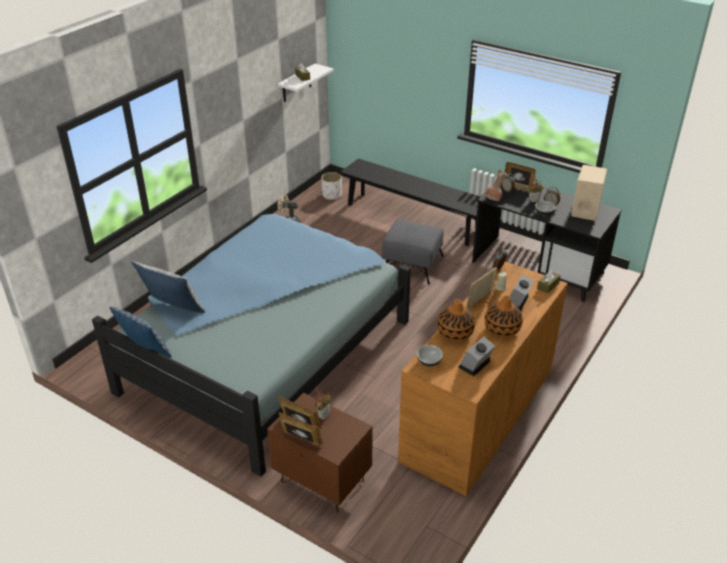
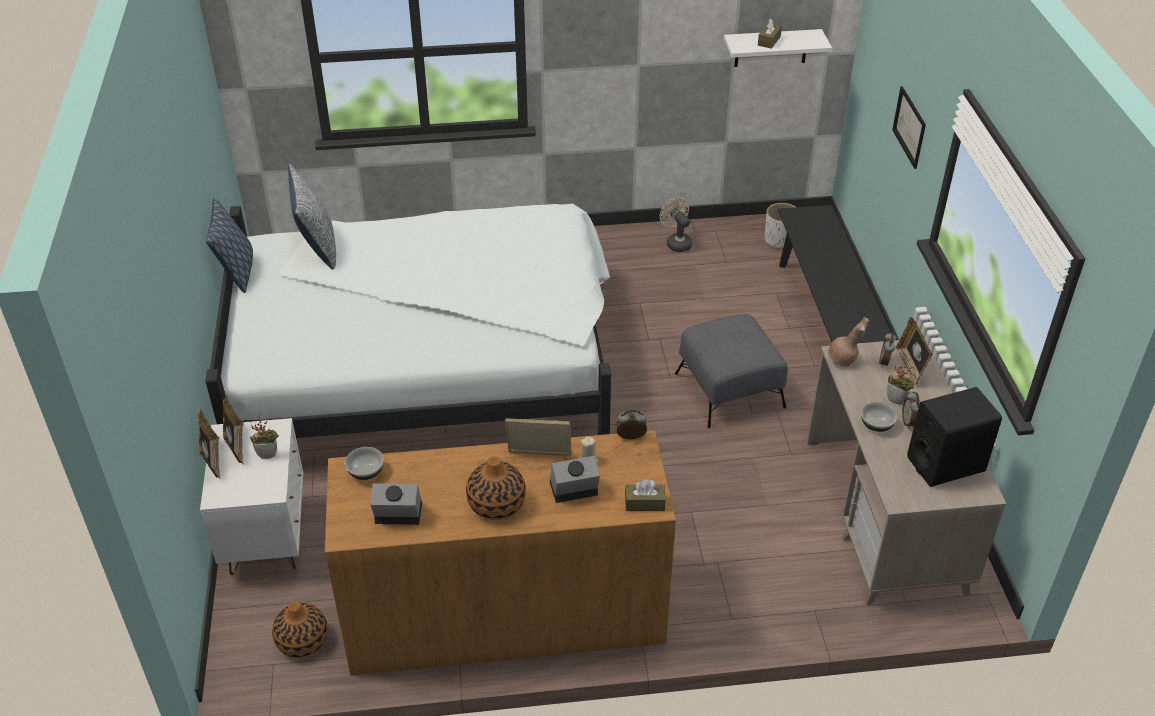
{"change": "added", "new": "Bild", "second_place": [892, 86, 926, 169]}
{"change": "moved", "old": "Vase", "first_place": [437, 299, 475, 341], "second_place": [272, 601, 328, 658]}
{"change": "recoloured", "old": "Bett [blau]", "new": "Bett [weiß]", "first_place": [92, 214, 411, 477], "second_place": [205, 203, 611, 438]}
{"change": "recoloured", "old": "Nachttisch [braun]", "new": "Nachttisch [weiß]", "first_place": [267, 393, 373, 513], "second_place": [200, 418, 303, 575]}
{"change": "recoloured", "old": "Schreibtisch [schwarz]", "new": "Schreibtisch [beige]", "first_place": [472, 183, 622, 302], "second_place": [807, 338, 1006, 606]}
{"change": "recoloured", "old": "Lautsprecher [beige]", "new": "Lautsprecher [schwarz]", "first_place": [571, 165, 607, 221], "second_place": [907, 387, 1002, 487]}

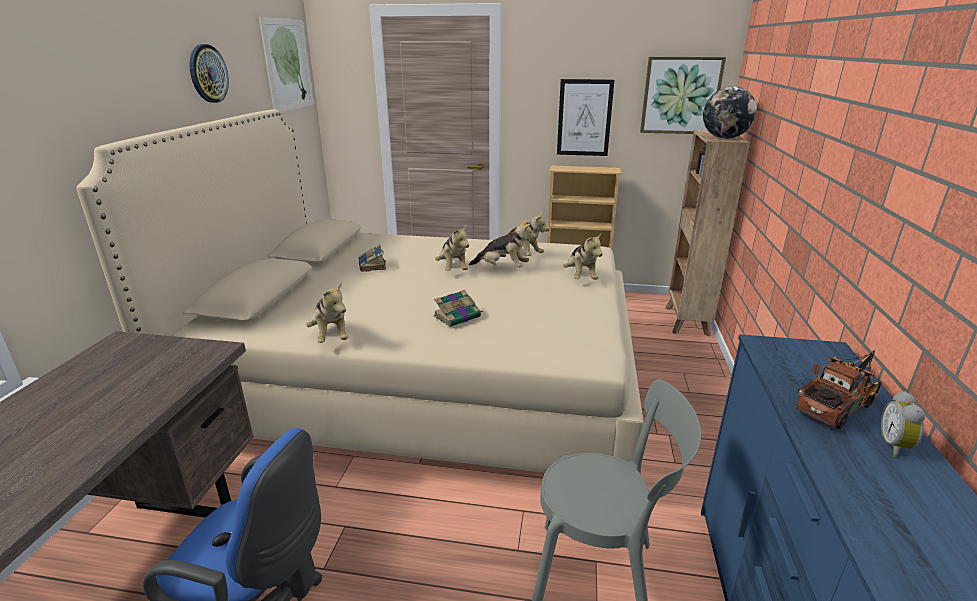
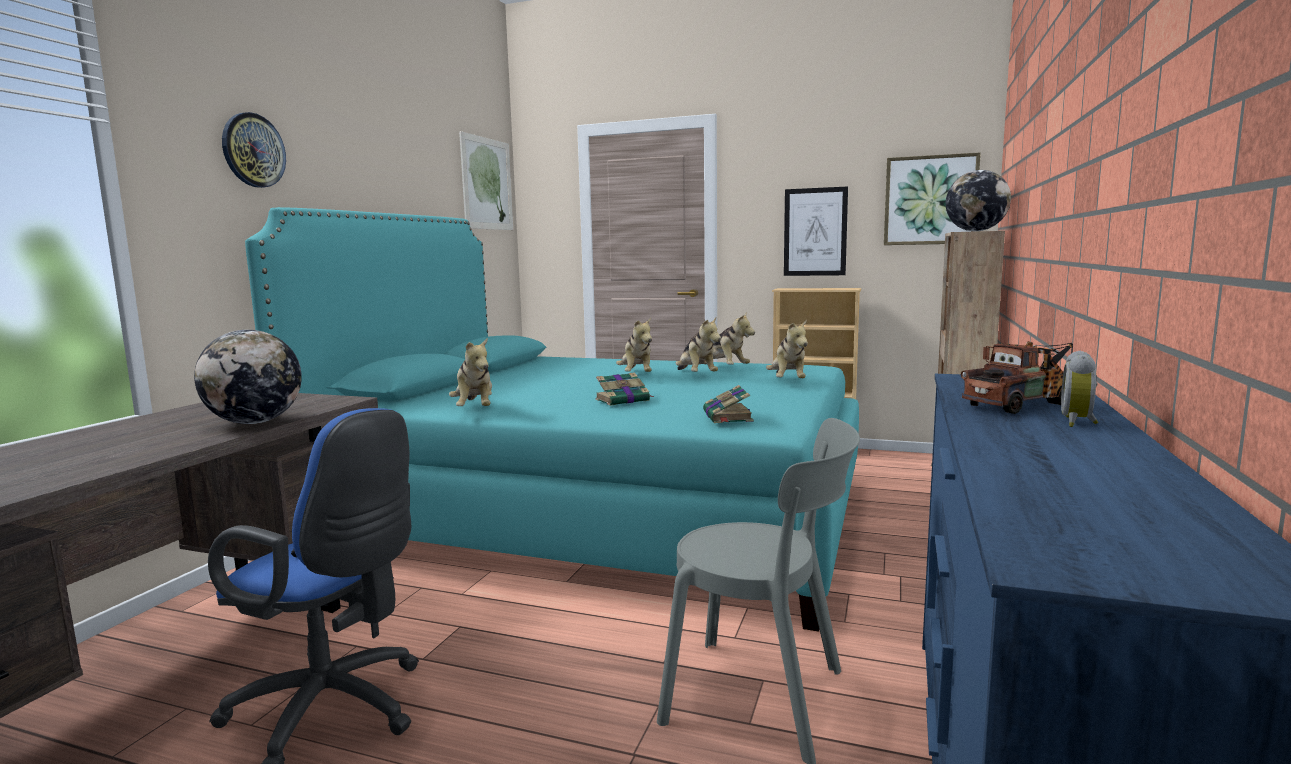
{"change": "added", "new": "Globus", "second_place": [194, 330, 302, 424]}
{"change": "moved", "old": "Wanduhr", "first_place": [190, 44, 229, 103], "second_place": [222, 112, 286, 188]}
{"change": "moved", "old": "Buch", "first_place": [359, 244, 386, 272], "second_place": [703, 385, 754, 423]}
{"change": "recoloured", "old": "Bett [beige]", "new": "Bett [türkis]", "first_place": [76, 110, 644, 472], "second_place": [245, 207, 859, 631]}
{"change": "turned", "old": "Plüschtier", "first_place": [469, 219, 536, 267], "second_place": [676, 317, 721, 372], "degrees": 45}

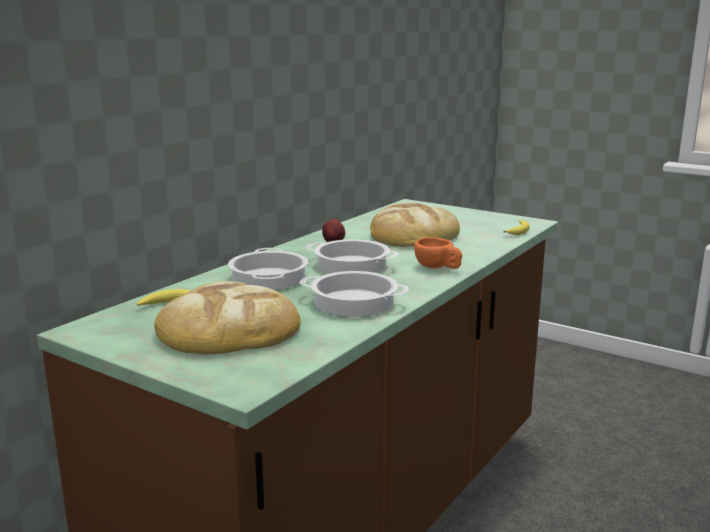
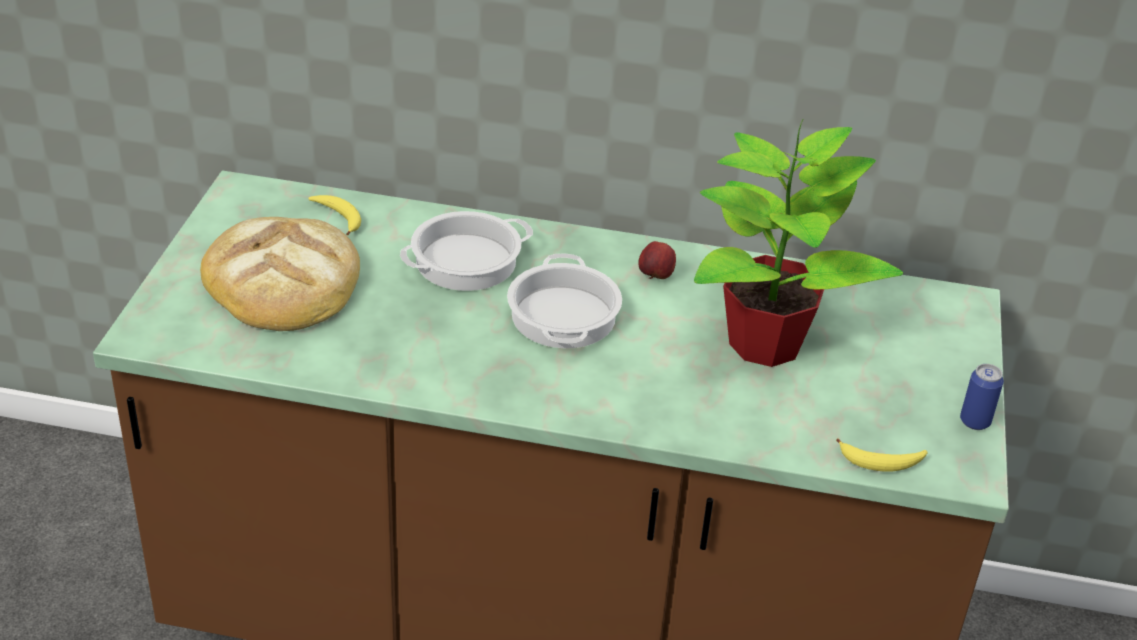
{"change": "removed", "old": "Kochtopf", "first_place": [299, 271, 409, 317]}
{"change": "removed", "old": "Tasse [orange]", "first_place": [414, 237, 462, 269]}
{"change": "added", "new": "Dose", "second_place": [960, 364, 1004, 430]}
{"change": "replaced", "old": "Brot", "new": "Topfpflanze", "first_place": [370, 202, 460, 247], "second_place": [694, 120, 903, 367]}

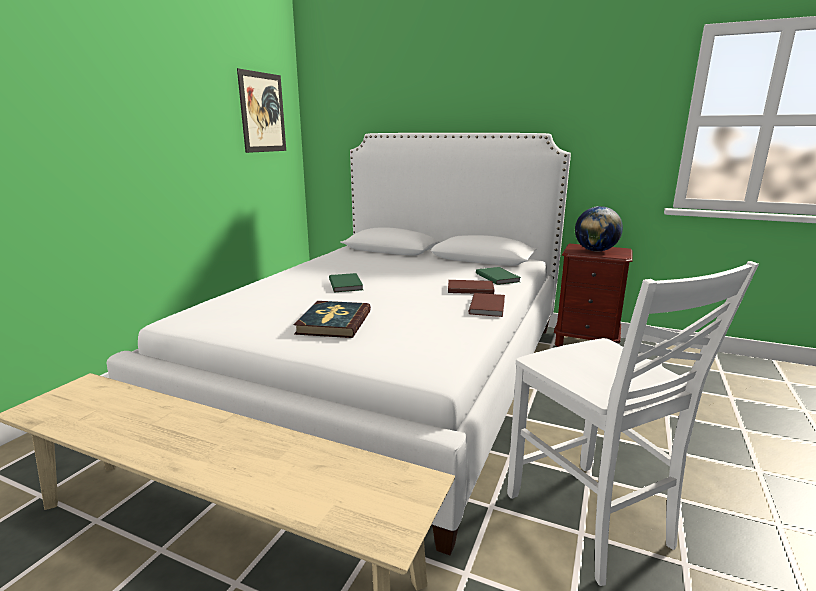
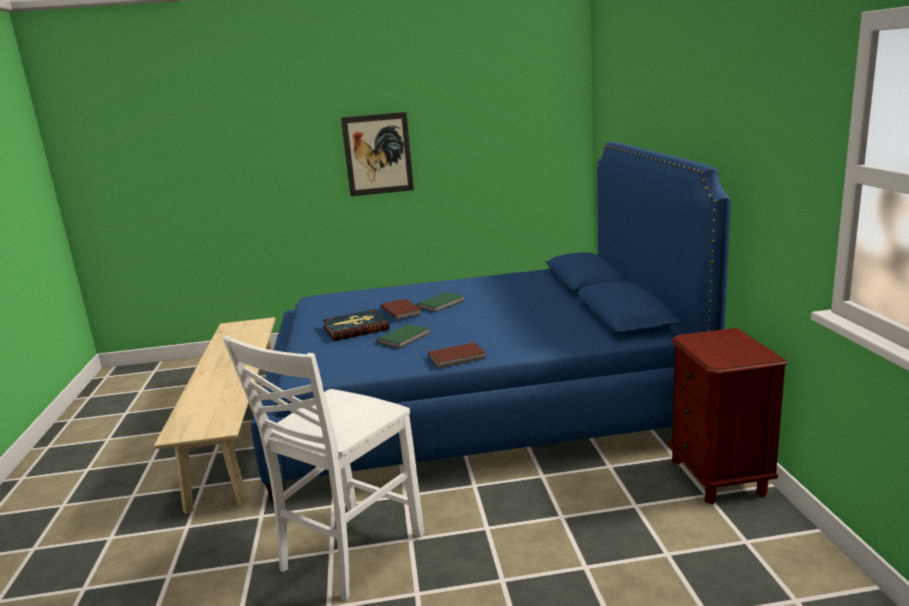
{"change": "removed", "old": "Globus", "first_place": [575, 206, 623, 252]}
{"change": "moved", "old": "Bild", "first_place": [237, 68, 286, 153], "second_place": [341, 112, 414, 196]}
{"change": "moved", "old": "Buch [braun]", "first_place": [448, 280, 494, 294], "second_place": [381, 299, 422, 319]}
{"change": "moved", "old": "Buch [grün]", "first_place": [476, 267, 521, 285], "second_place": [377, 324, 430, 349]}
{"change": "recoloured", "old": "Bett [weiß]", "new": "Bett [blau]", "first_place": [107, 133, 571, 555], "second_place": [251, 142, 731, 505]}

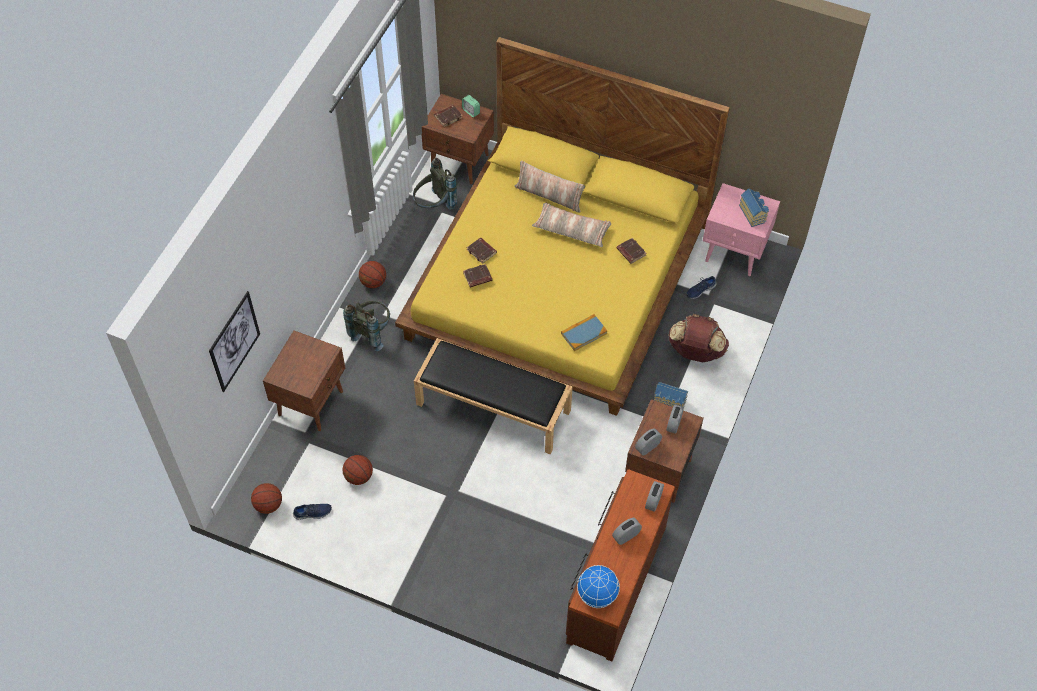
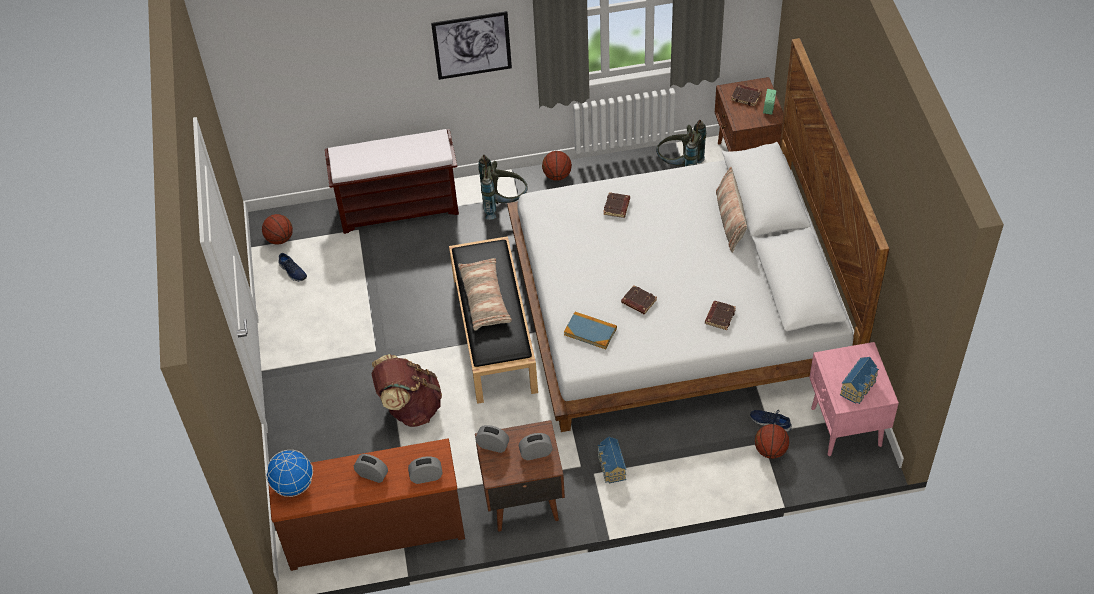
{"change": "moved", "old": "Bild", "first_place": [209, 291, 260, 392], "second_place": [431, 11, 512, 80]}
{"change": "moved", "old": "Basketball", "first_place": [342, 455, 373, 485], "second_place": [755, 424, 789, 459]}
{"change": "moved", "old": "Buch [braun]", "first_place": [463, 264, 492, 288], "second_place": [621, 285, 657, 314]}
{"change": "moved", "old": "Kissen", "first_place": [532, 202, 611, 247], "second_place": [458, 258, 512, 331]}
{"change": "moved", "old": "Rucksack [braun]", "first_place": [668, 314, 729, 362], "second_place": [372, 354, 442, 427]}
{"change": "replaced", "old": "Nachttisch [braun]", "new": "Bank [braun]", "first_place": [263, 330, 345, 431], "second_place": [325, 129, 459, 234]}
{"change": "recoloured", "old": "Bett [gelb]", "new": "Bett [weiß]", "first_place": [395, 37, 730, 416], "second_place": [507, 38, 890, 432]}

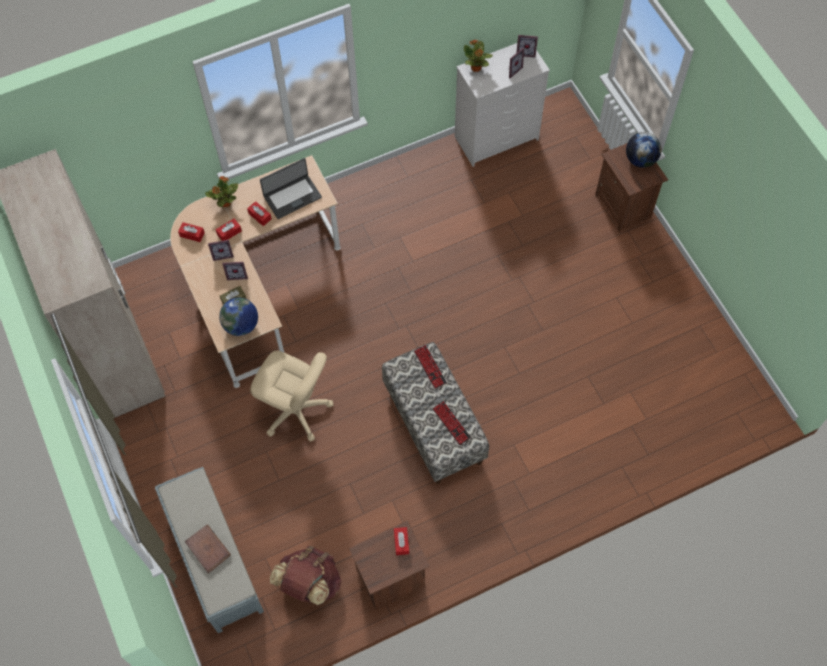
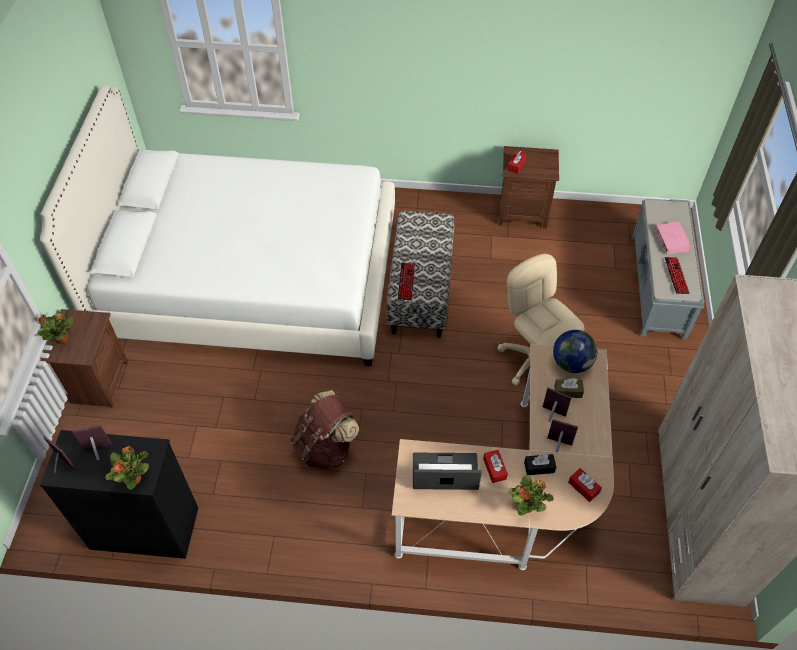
{"change": "added", "new": "Bett [weiß]", "second_place": [40, 85, 395, 366]}
{"change": "moved", "old": "Rucksack [braun]", "first_place": [270, 546, 341, 605], "second_place": [290, 390, 359, 470]}
{"change": "moved", "old": "Tastatur", "first_place": [432, 401, 471, 445], "second_place": [665, 257, 689, 294]}
{"change": "replaced", "old": "Globus", "new": "Topfpflanze", "first_place": [626, 132, 662, 168], "second_place": [37, 311, 74, 344]}
{"change": "recoloured", "old": "Buch [braun]", "new": "Buch [rosa]", "first_place": [184, 525, 231, 574], "second_place": [655, 222, 692, 254]}
{"change": "recoloured", "old": "Taschentuchbox [rot]", "new": "Taschentuchbox [schwarz]", "first_place": [216, 219, 242, 241], "second_place": [524, 454, 556, 475]}
{"change": "recoloured", "old": "Kommode [weiß]", "new": "Kommode [schwarz]", "first_place": [455, 43, 550, 167], "second_place": [40, 430, 198, 559]}

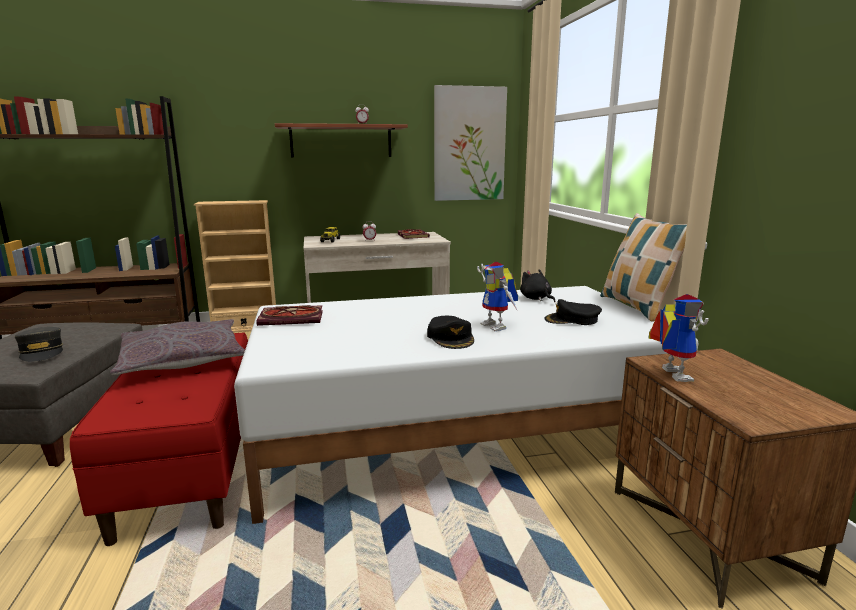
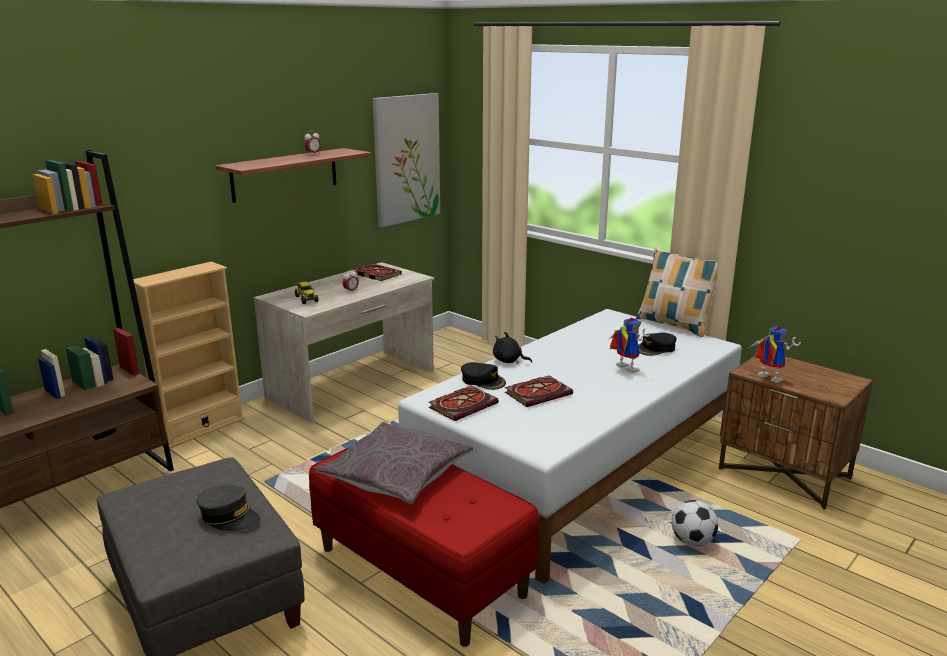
{"change": "added", "new": "Buch", "second_place": [505, 375, 573, 407]}
{"change": "added", "new": "Fußball", "second_place": [671, 500, 718, 546]}
{"change": "moved", "old": "Kappe [schwarz]", "first_place": [427, 316, 474, 349], "second_place": [461, 362, 506, 390]}
{"change": "moved", "old": "Plüschtier [schwarz]", "first_place": [520, 269, 555, 302], "second_place": [493, 332, 532, 364]}
{"change": "turned", "old": "Spielzeugroboter", "first_place": [477, 262, 518, 331], "second_place": [608, 318, 650, 373], "degrees": -150}

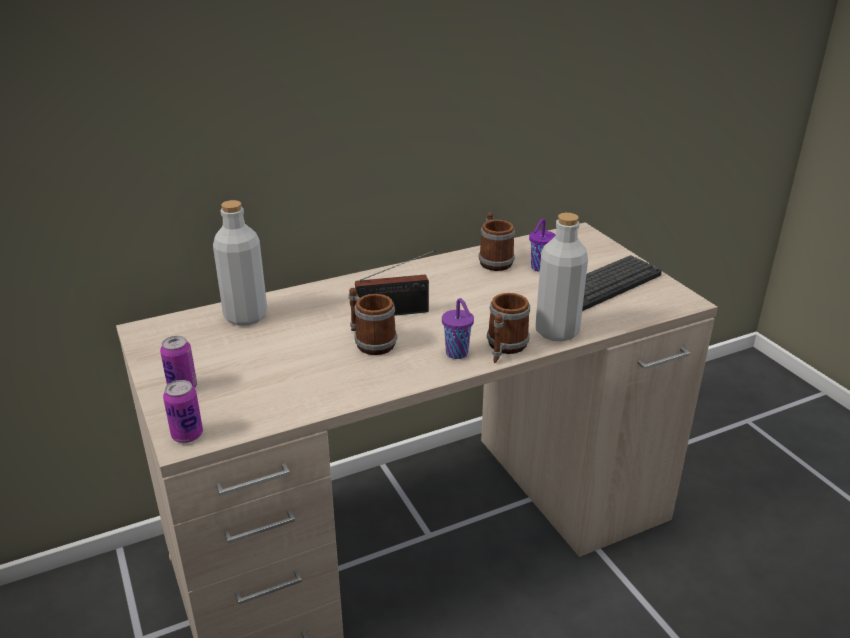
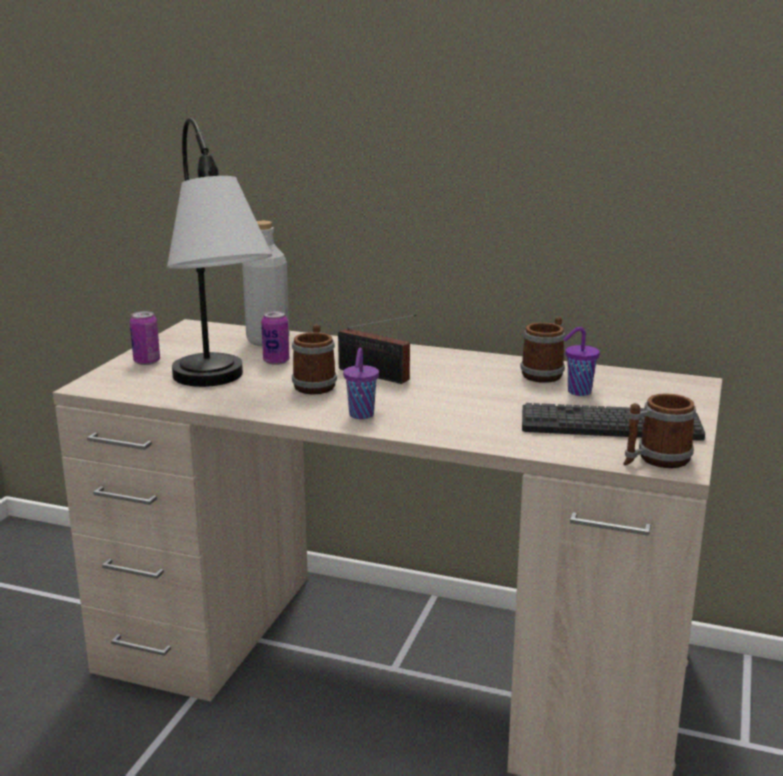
{"change": "removed", "old": "Flasche [grau]", "first_place": [536, 213, 588, 341]}
{"change": "added", "new": "Tischlampe", "second_place": [167, 118, 272, 387]}
{"change": "moved", "old": "Dose", "first_place": [163, 380, 203, 443], "second_place": [261, 311, 289, 365]}
{"change": "moved", "old": "Henkelbecher", "first_place": [487, 293, 530, 363], "second_place": [624, 393, 696, 468]}

